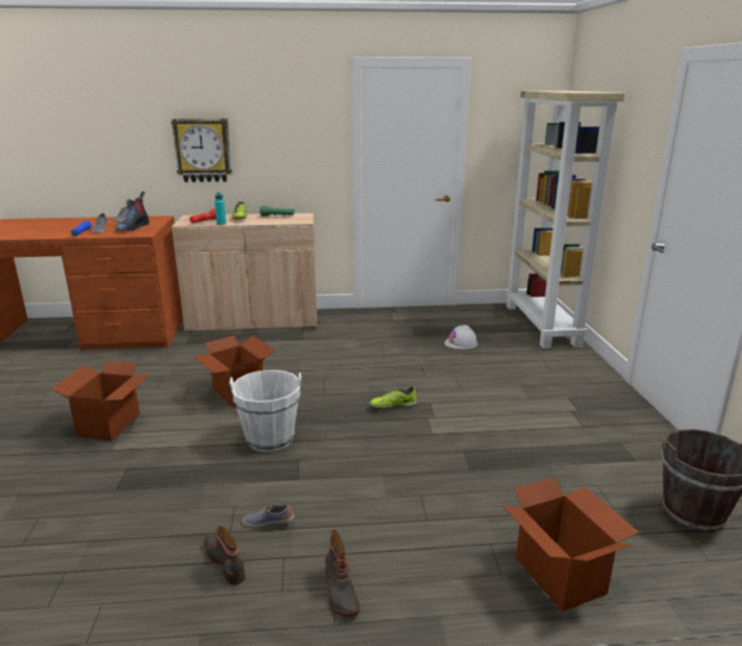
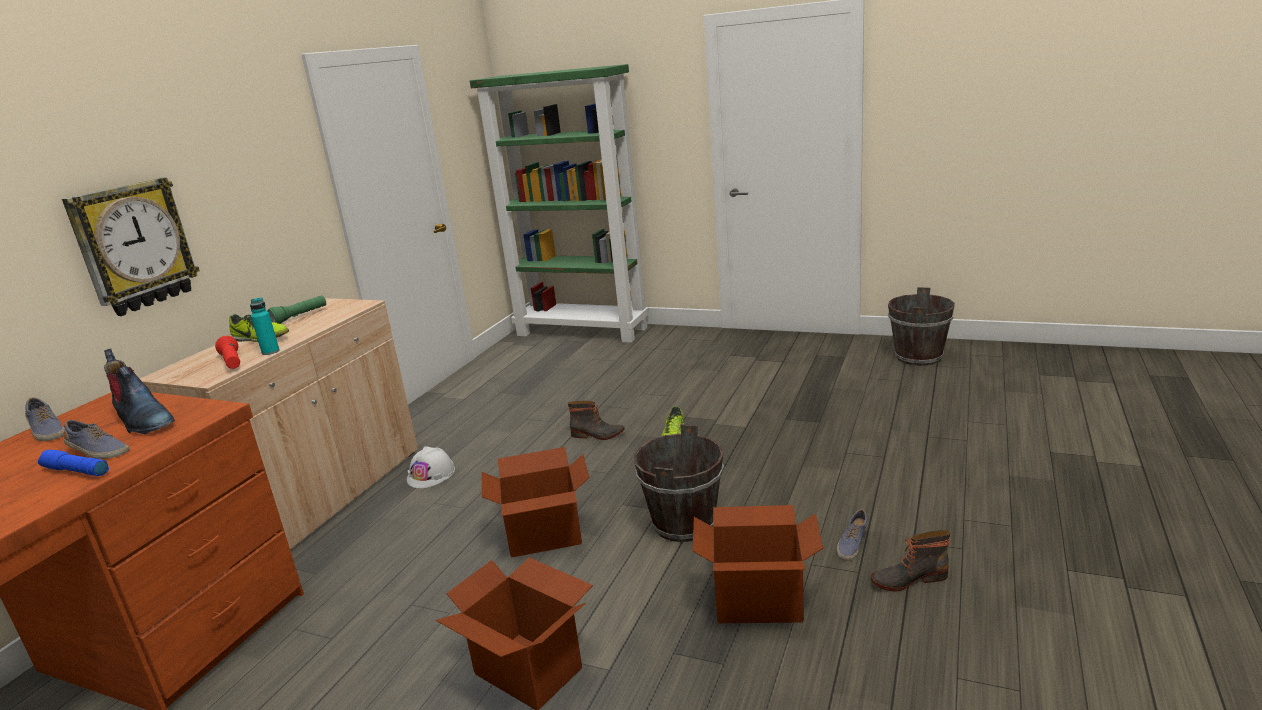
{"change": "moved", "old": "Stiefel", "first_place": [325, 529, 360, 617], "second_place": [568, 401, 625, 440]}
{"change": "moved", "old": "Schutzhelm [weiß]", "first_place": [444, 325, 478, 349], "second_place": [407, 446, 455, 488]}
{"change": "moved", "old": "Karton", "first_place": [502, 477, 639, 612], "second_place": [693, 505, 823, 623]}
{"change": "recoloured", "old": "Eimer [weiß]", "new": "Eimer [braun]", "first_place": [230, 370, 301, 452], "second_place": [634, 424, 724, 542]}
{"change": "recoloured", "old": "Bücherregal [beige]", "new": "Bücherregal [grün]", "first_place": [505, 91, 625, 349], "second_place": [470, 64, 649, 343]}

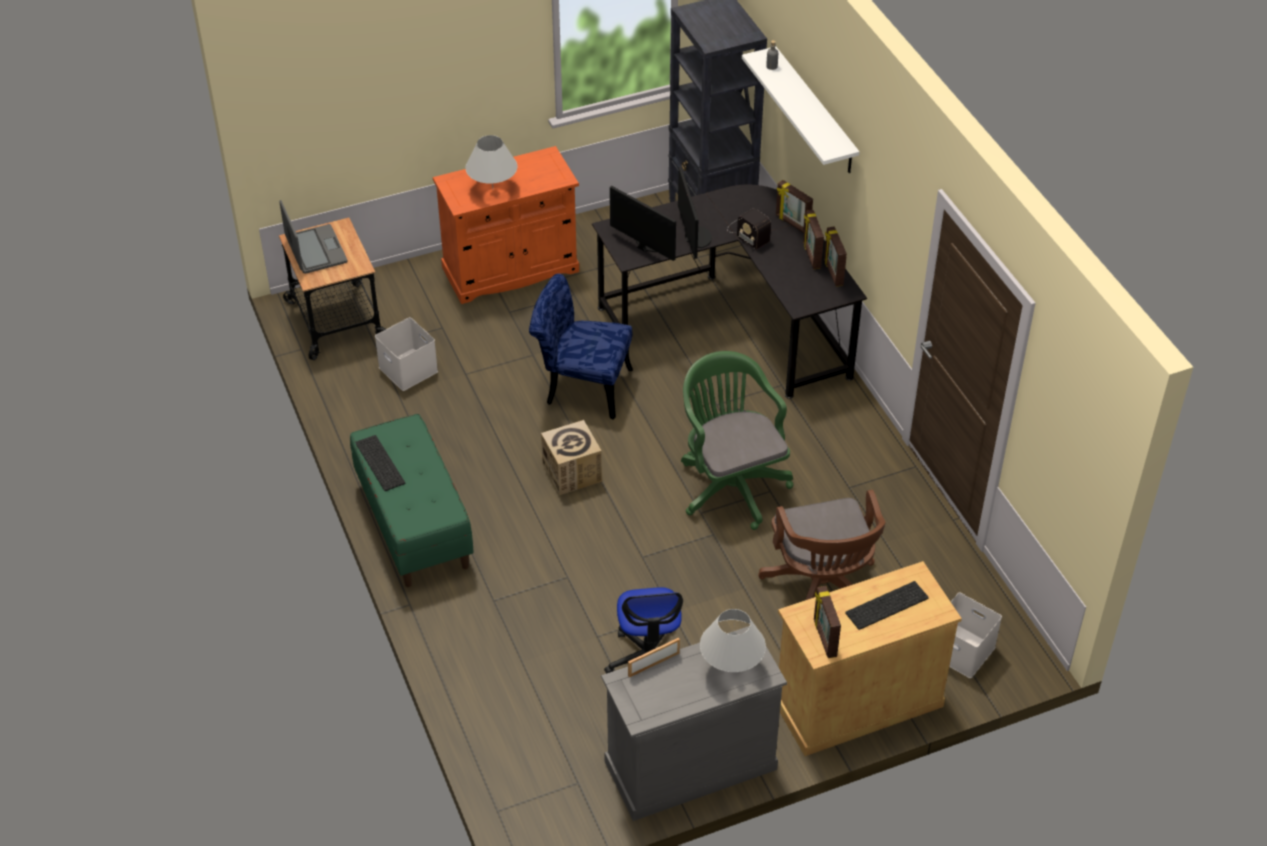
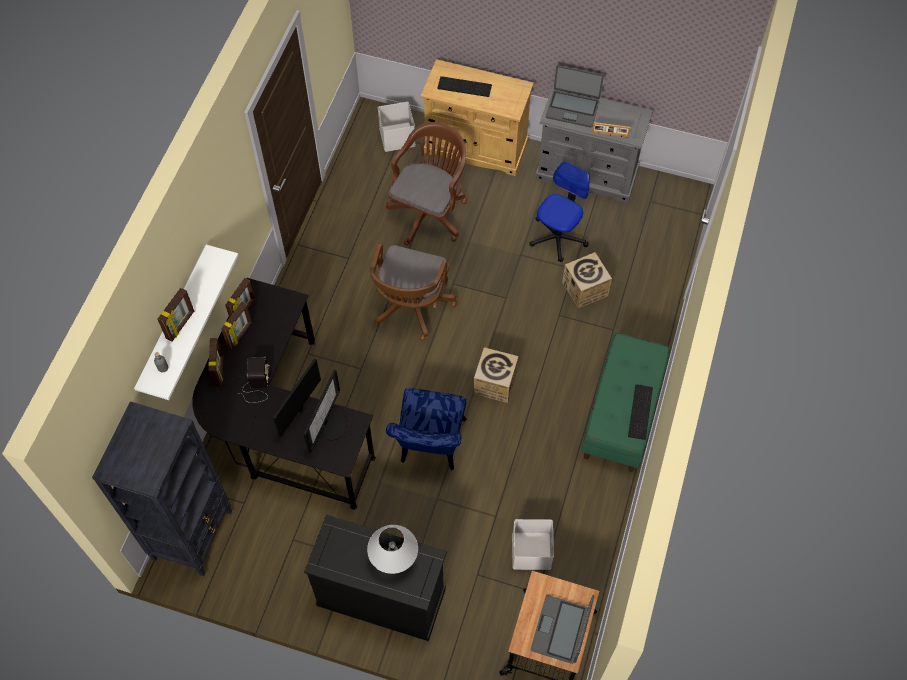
{"change": "added", "new": "Karton", "second_place": [562, 252, 612, 308]}
{"change": "moved", "old": "Bilderrahmen", "first_place": [814, 586, 841, 658], "second_place": [158, 288, 194, 342]}
{"change": "replaced", "old": "Tischlampe [weiß]", "new": "Laptop", "first_place": [700, 609, 766, 672], "second_place": [546, 65, 604, 128]}
{"change": "recoloured", "old": "Schrank [orange]", "new": "Schrank [schwarz]", "first_place": [433, 146, 579, 304], "second_place": [304, 515, 447, 641]}
{"change": "recoloured", "old": "Bürostuhl [grün]", "new": "Bürostuhl [braun]", "first_place": [681, 351, 793, 530], "second_place": [369, 243, 457, 340]}
{"change": "turned", "old": "Stuhl [blau]", "first_place": [529, 273, 633, 420], "second_place": [386, 388, 466, 471], "degrees": 45}
{"change": "turned", "old": "Monitor", "first_place": [610, 186, 676, 261], "second_place": [303, 370, 347, 453], "degrees": -150}

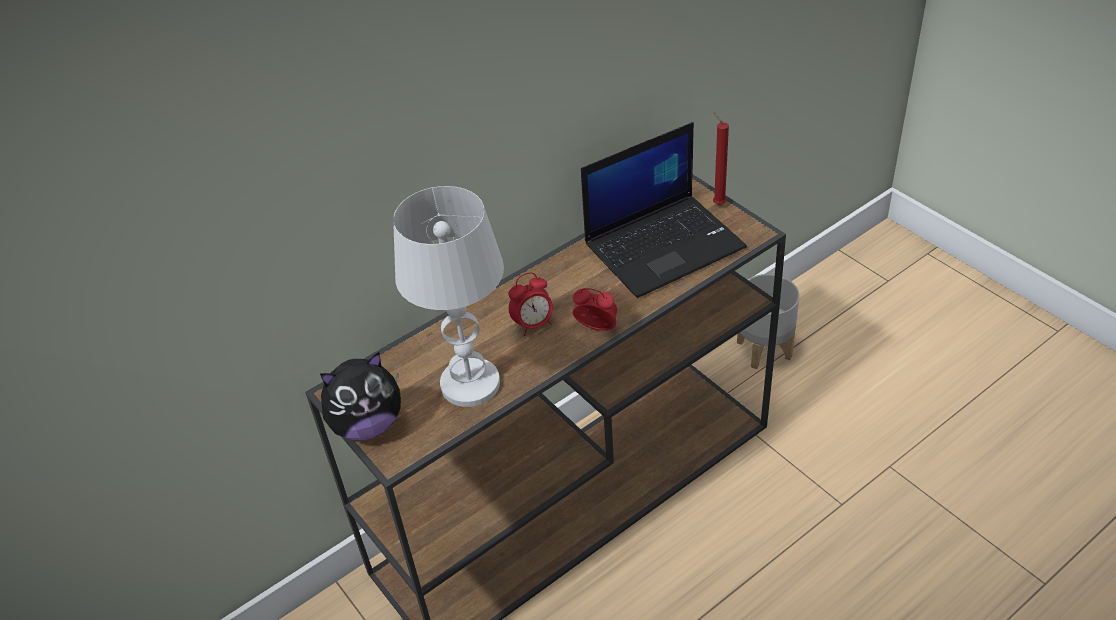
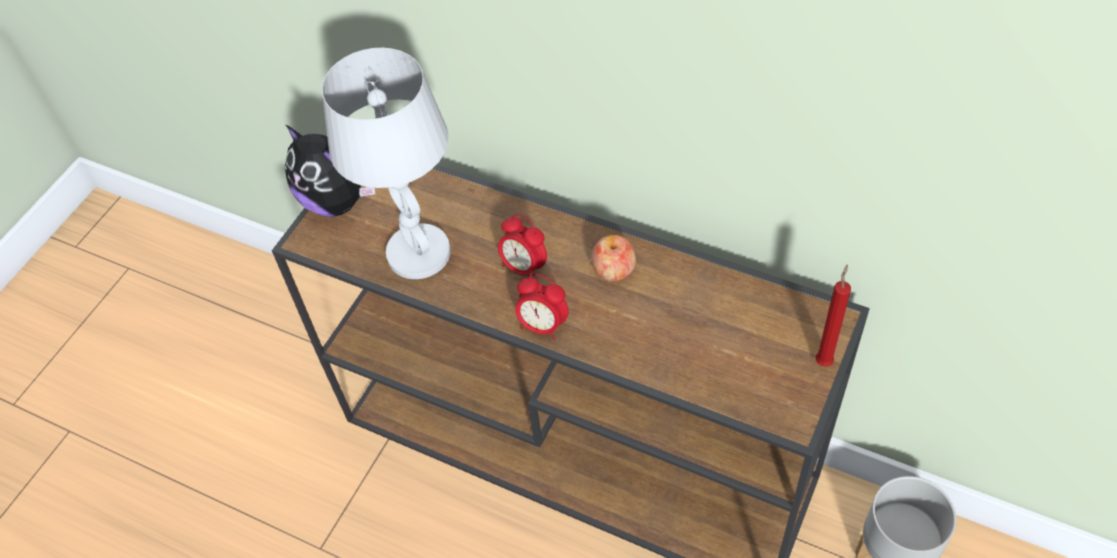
{"change": "removed", "old": "Laptop", "first_place": [581, 122, 747, 298]}
{"change": "added", "new": "Apfel", "second_place": [591, 235, 636, 281]}
{"change": "turned", "old": "Wecker", "first_place": [573, 288, 617, 332], "second_place": [515, 274, 569, 340], "degrees": 120}

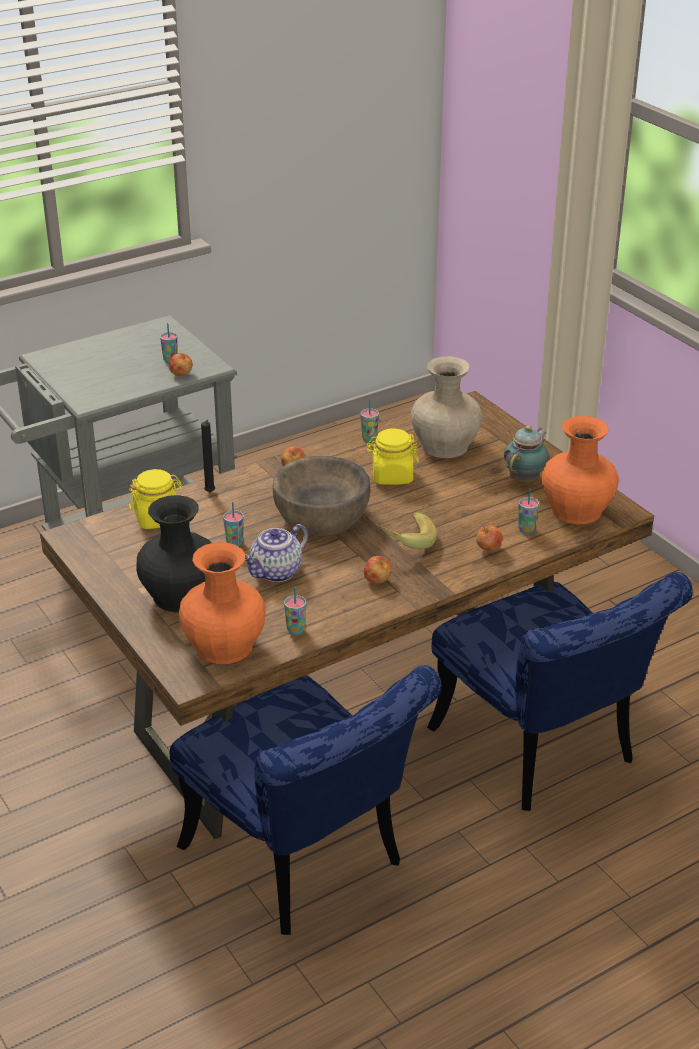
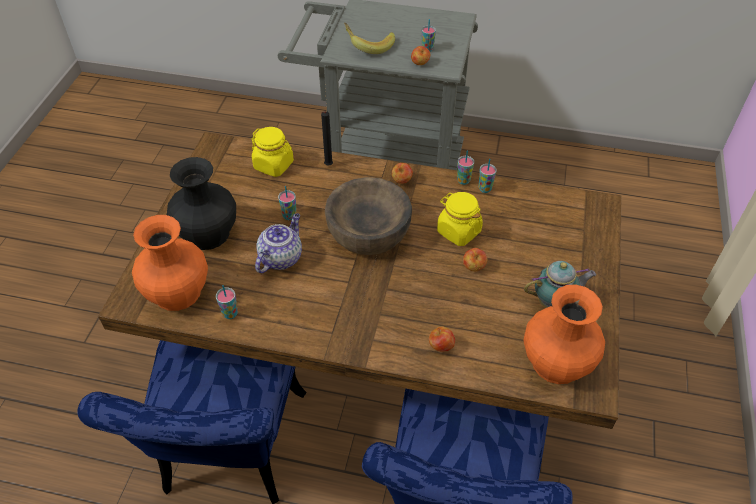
{"change": "removed", "old": "Vase [beige]", "first_place": [411, 356, 482, 458]}
{"change": "moved", "old": "Apfel", "first_place": [364, 556, 392, 584], "second_place": [463, 248, 487, 272]}
{"change": "moved", "old": "Banane", "first_place": [376, 512, 437, 549], "second_place": [344, 23, 395, 54]}
{"change": "moved", "old": "Tasse", "first_place": [518, 488, 539, 534], "second_place": [457, 151, 474, 185]}
{"change": "turned", "old": "Teekanne", "first_place": [245, 524, 308, 582], "second_place": [255, 213, 302, 273], "degrees": 120}

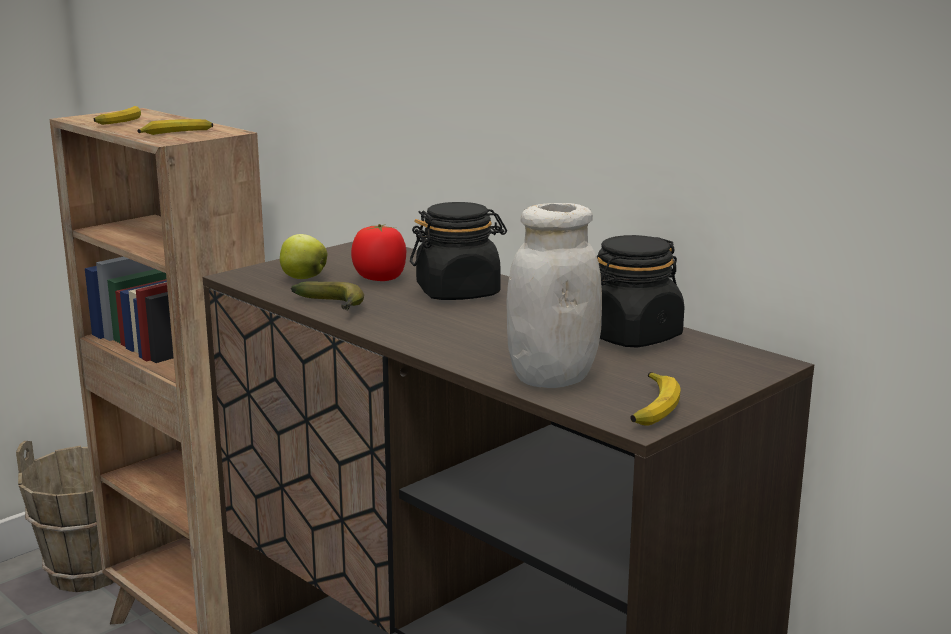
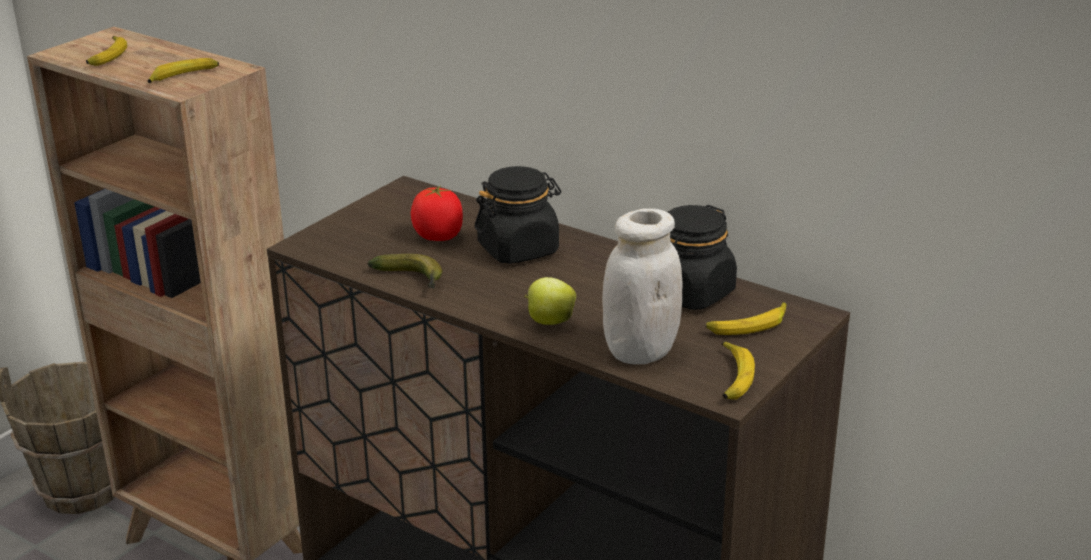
{"change": "added", "new": "Banane", "second_place": [706, 302, 787, 335]}
{"change": "moved", "old": "Apfel", "first_place": [280, 234, 327, 279], "second_place": [524, 277, 576, 325]}

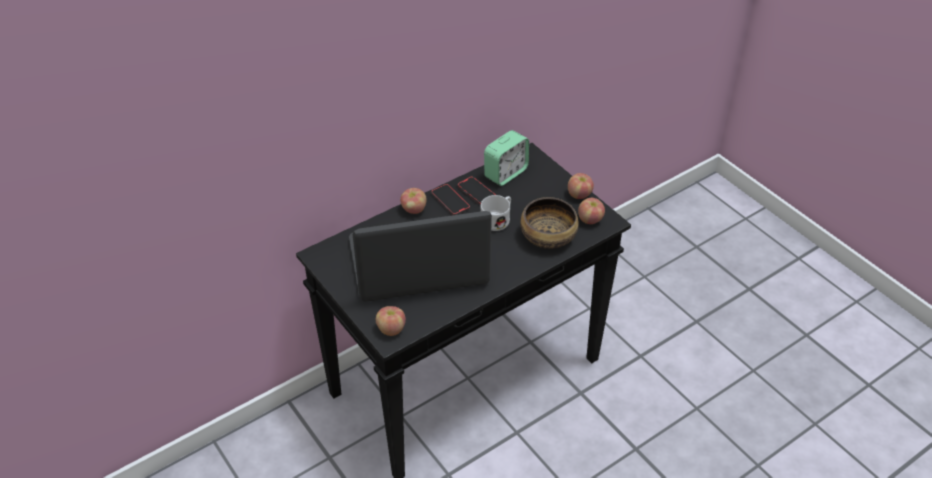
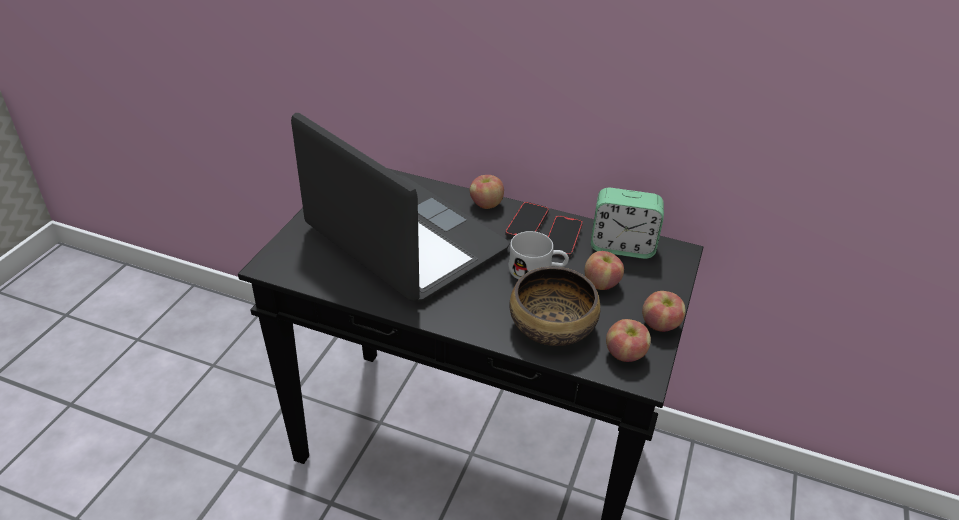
{"change": "moved", "old": "Apfel", "first_place": [376, 306, 406, 336], "second_place": [585, 251, 624, 290]}

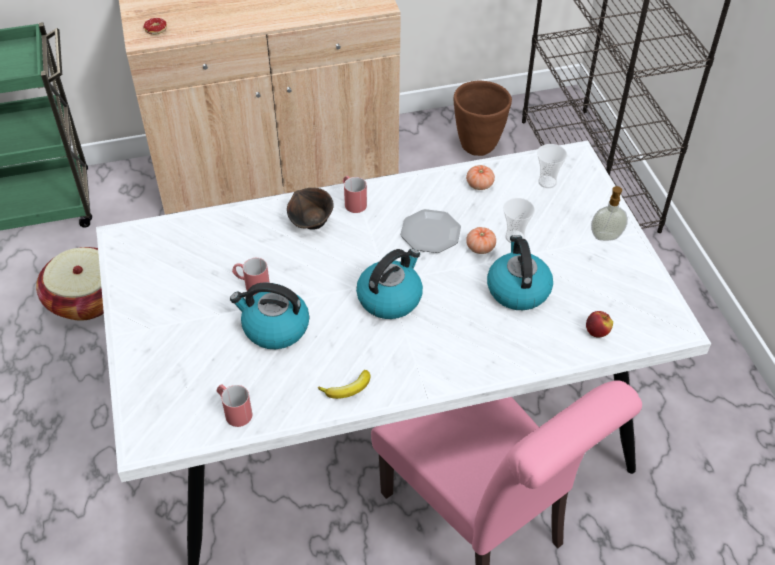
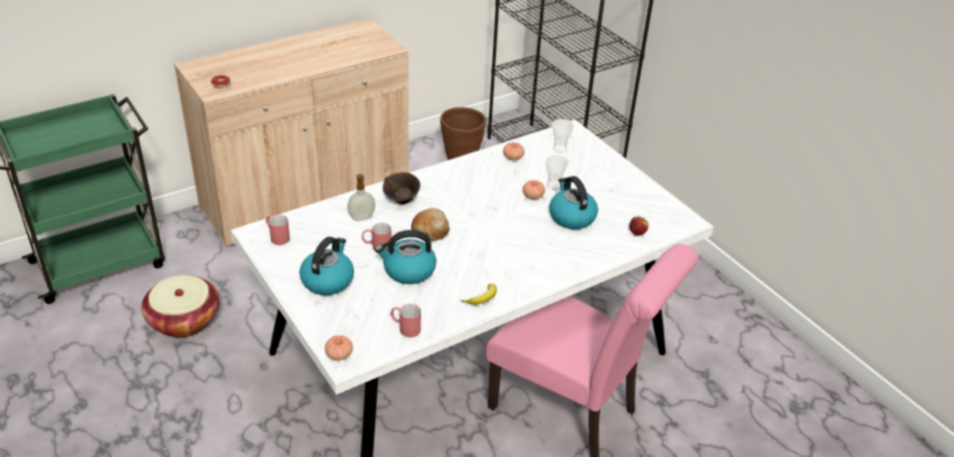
{"change": "removed", "old": "Teller", "first_place": [400, 209, 461, 253]}
{"change": "added", "new": "Tomate", "second_place": [325, 335, 353, 361]}
{"change": "added", "new": "Brot", "second_place": [411, 208, 450, 241]}
{"change": "moved", "old": "Henkelbecher [rot]", "first_place": [343, 176, 367, 213], "second_place": [266, 215, 290, 245]}
{"change": "moved", "old": "Wasserkessel", "first_place": [356, 249, 423, 319], "second_place": [299, 237, 354, 295]}
{"change": "moved", "old": "Seifenspender", "first_place": [591, 186, 628, 241], "second_place": [347, 174, 375, 221]}

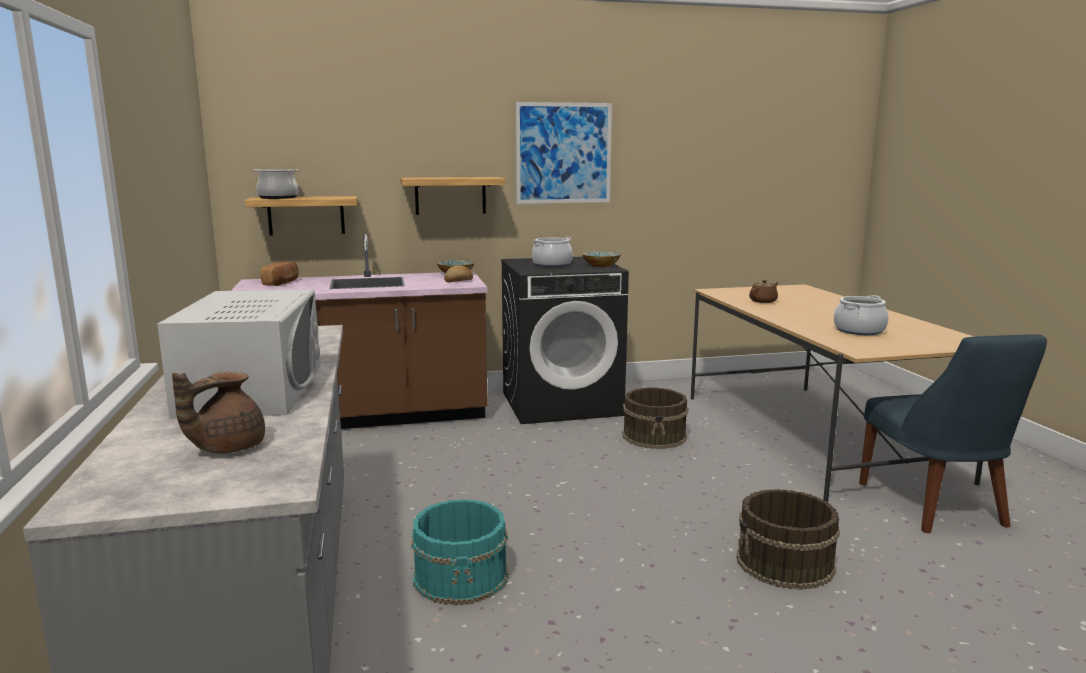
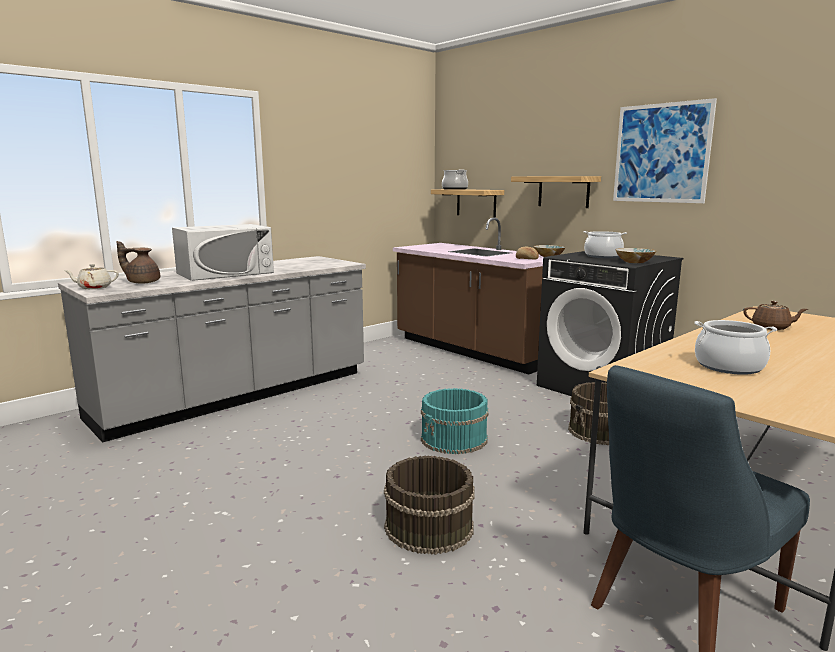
{"change": "removed", "old": "Brot", "first_place": [260, 261, 299, 286]}
{"change": "added", "new": "Teekanne [beige]", "second_place": [63, 264, 119, 289]}
{"change": "moved", "old": "Eimer [türkis]", "first_place": [411, 499, 508, 606], "second_place": [421, 388, 488, 454]}

